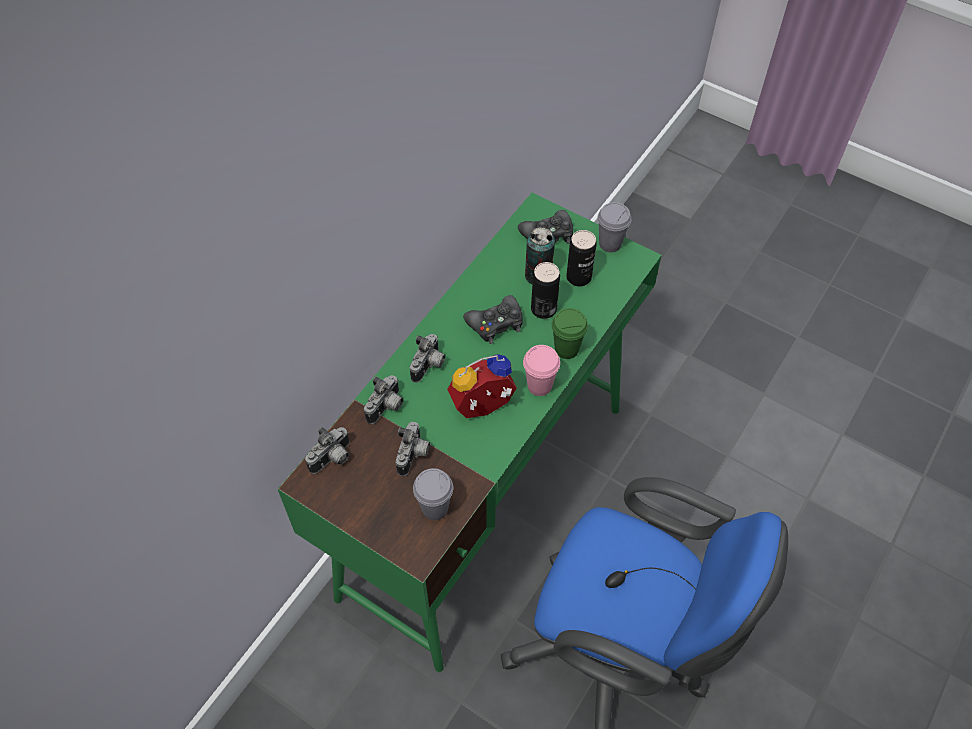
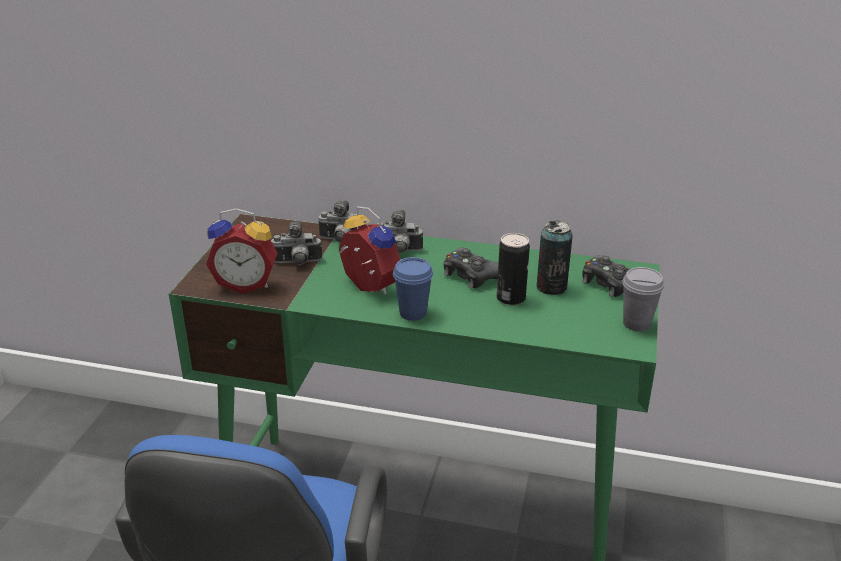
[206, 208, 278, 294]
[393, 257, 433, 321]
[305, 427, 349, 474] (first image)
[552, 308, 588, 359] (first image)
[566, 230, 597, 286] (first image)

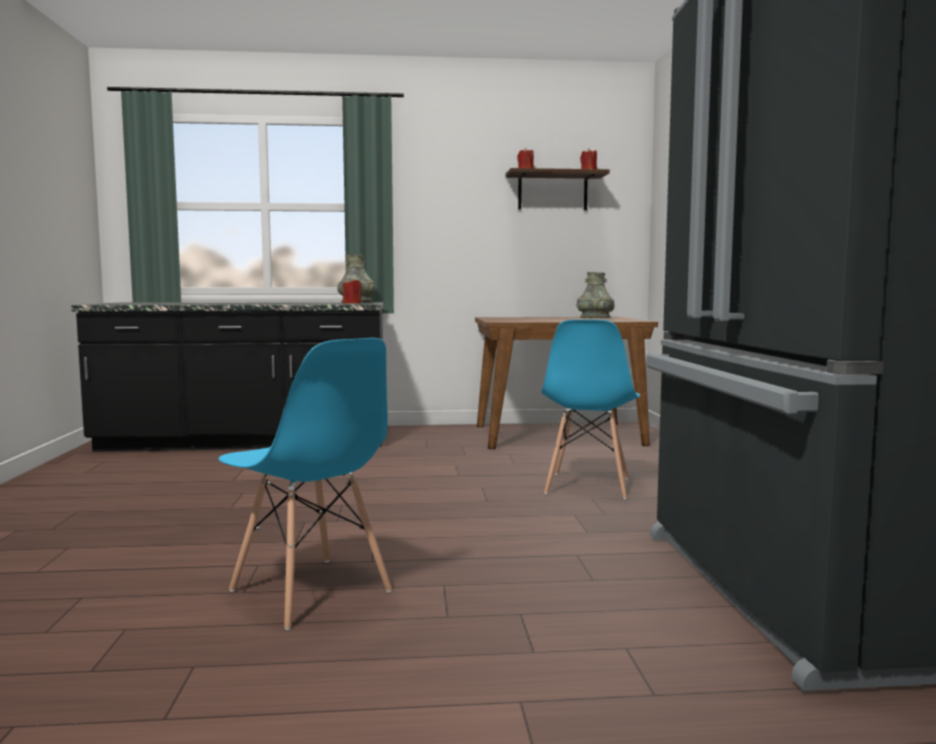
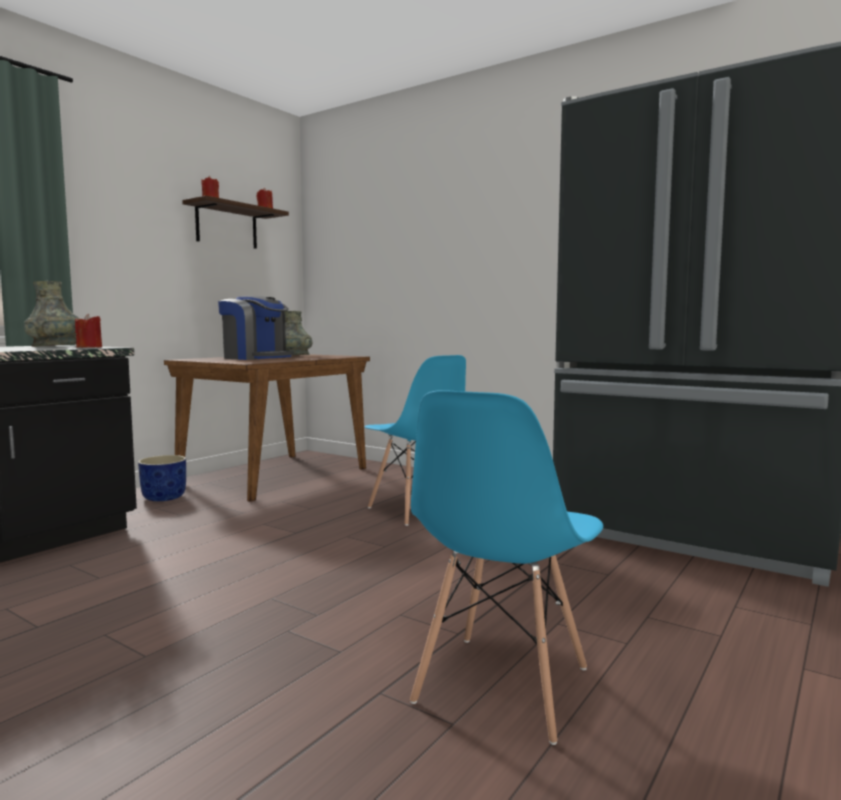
[138, 455, 186, 501]
[218, 295, 294, 360]
[410, 390, 604, 745]

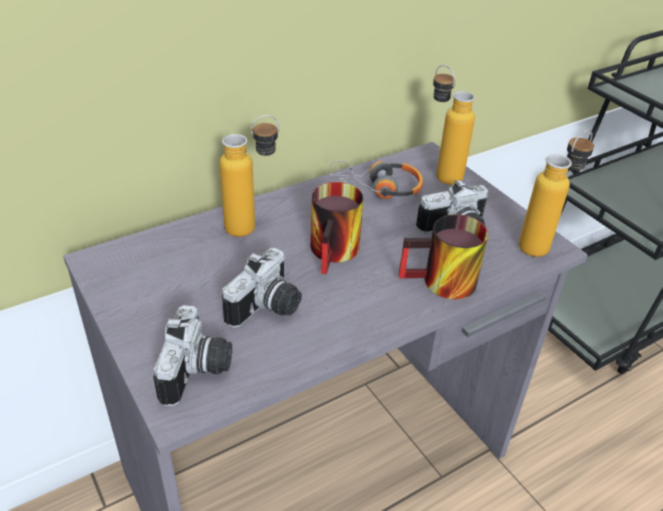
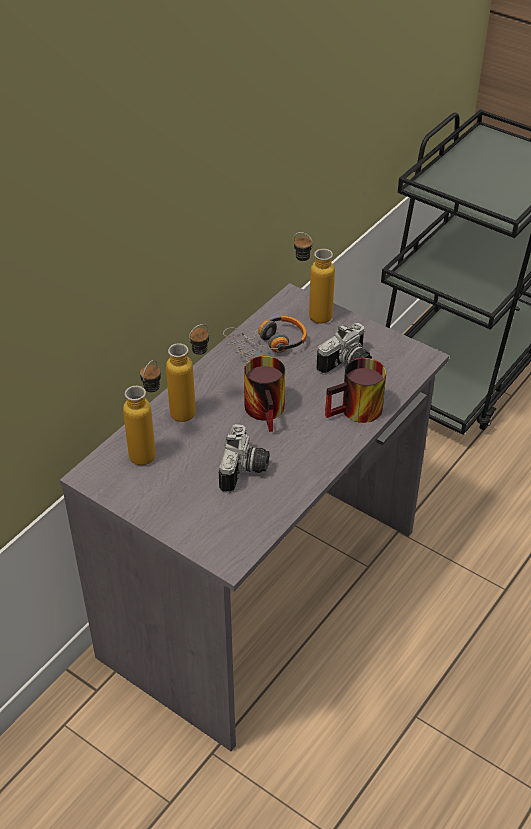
[123, 360, 161, 465]
[153, 305, 232, 407] (first image)

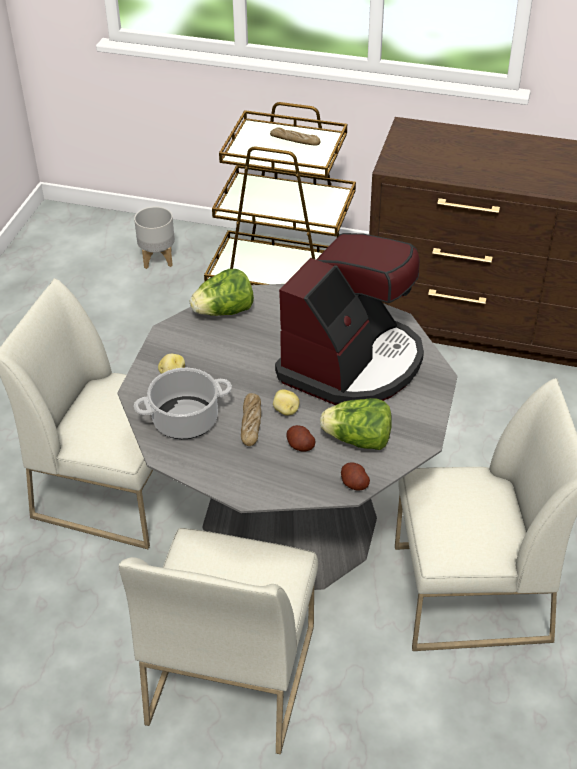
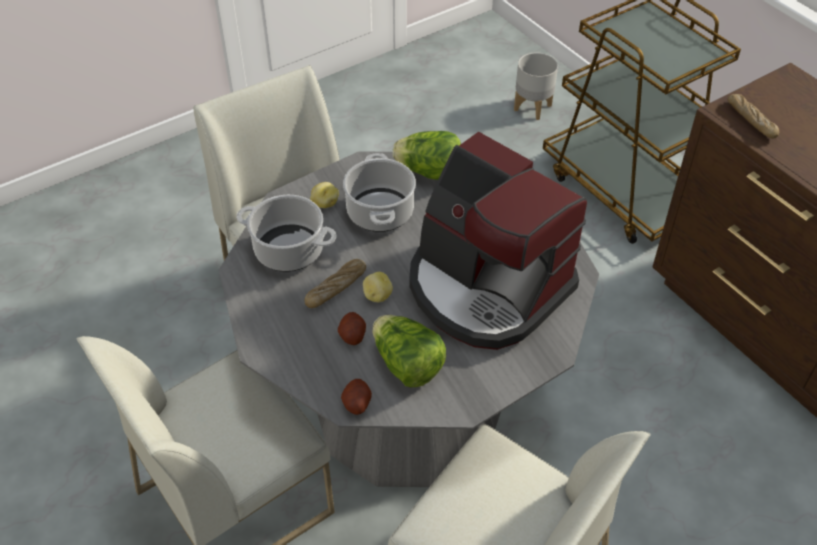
[343, 153, 416, 232]
[409, 132, 587, 350]
[728, 94, 779, 139]

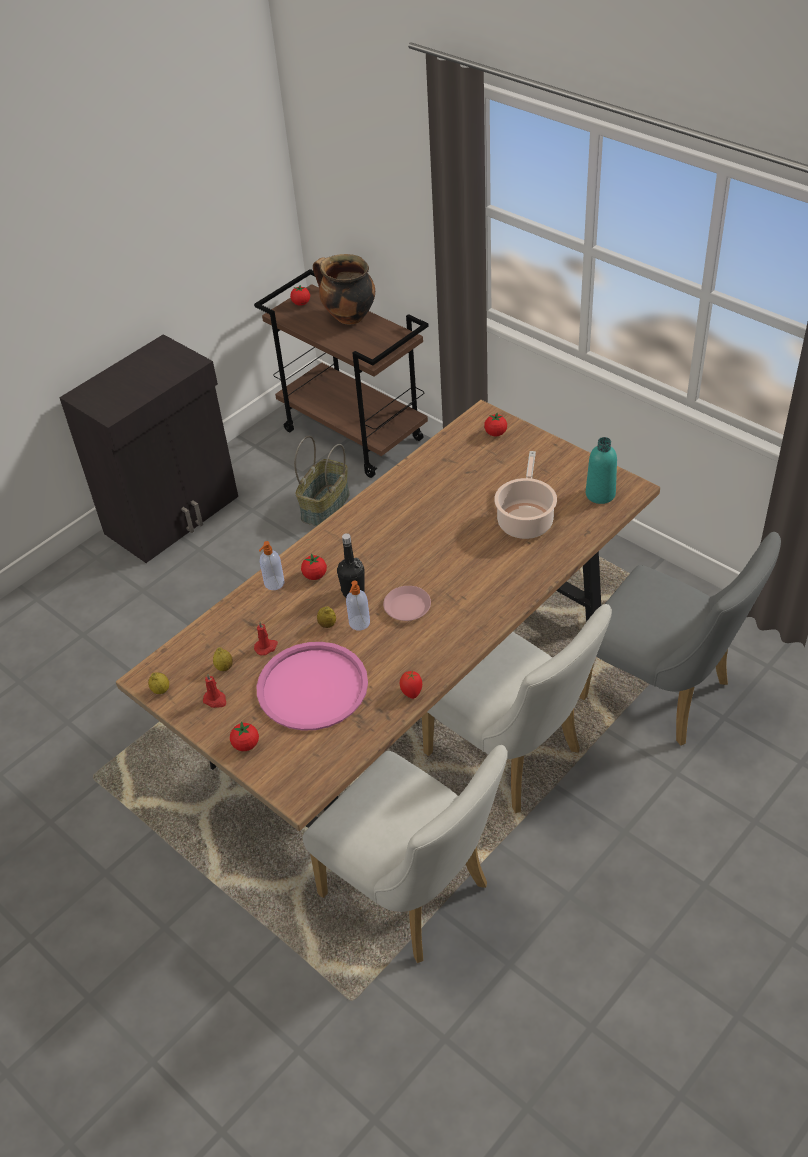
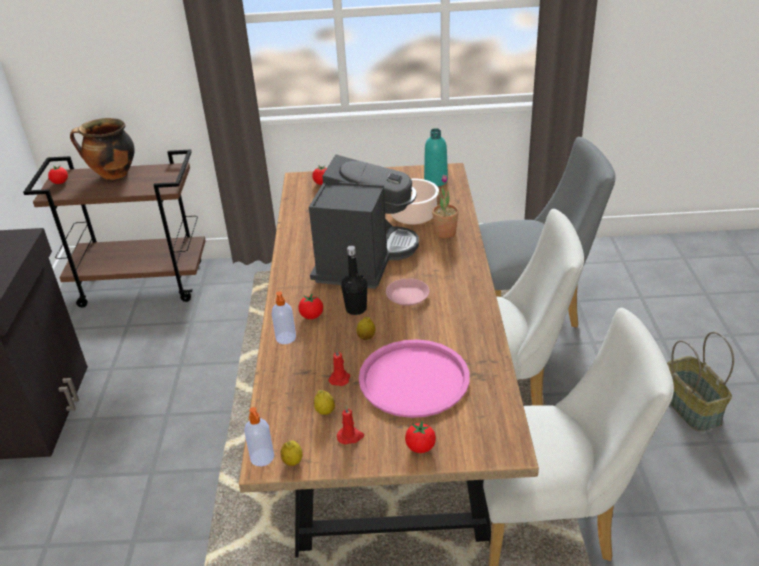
[244, 407, 274, 466]
[309, 155, 419, 289]
[432, 174, 459, 238]
[667, 332, 734, 432]
[400, 671, 422, 699] (first image)

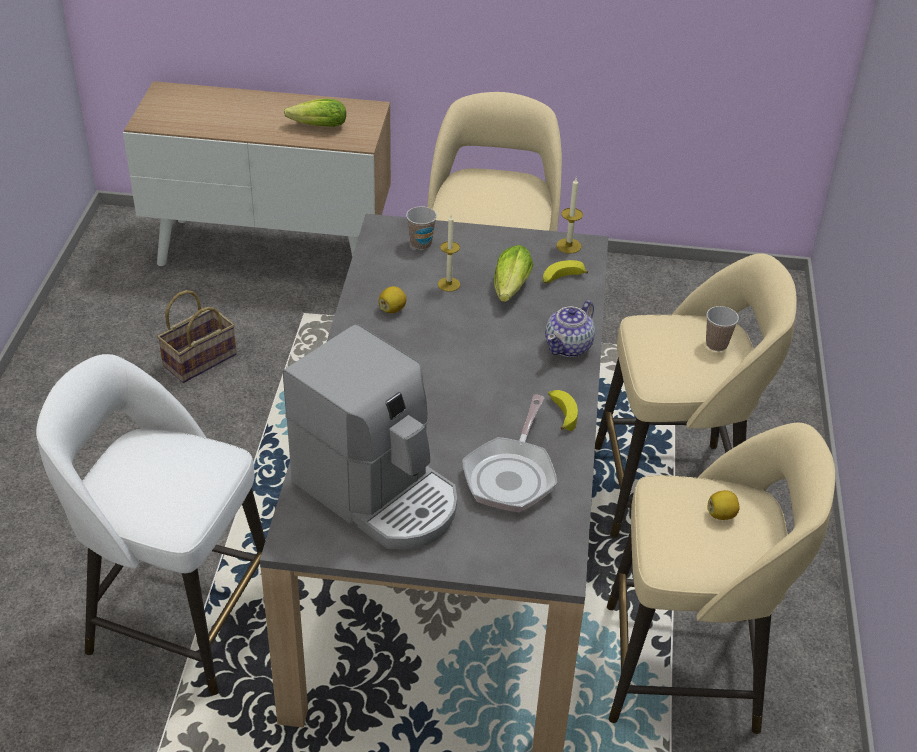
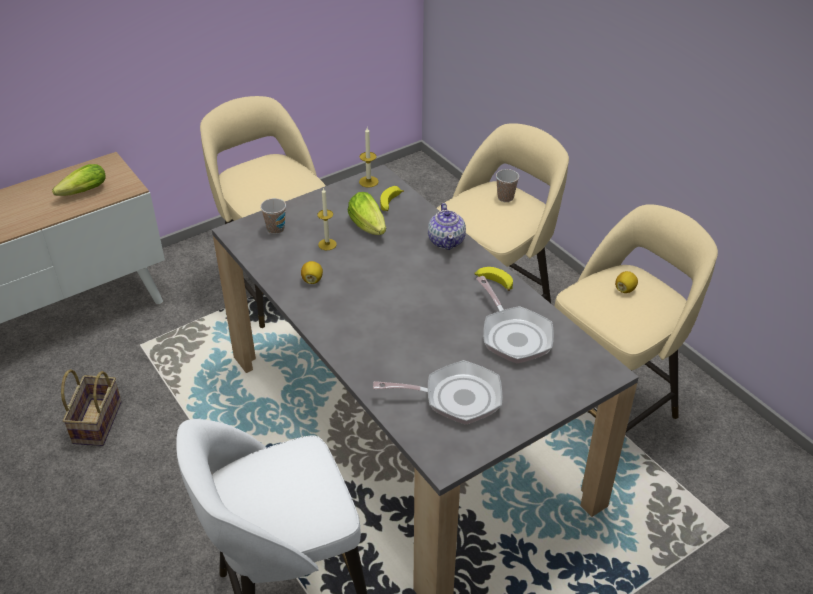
[373, 360, 503, 425]

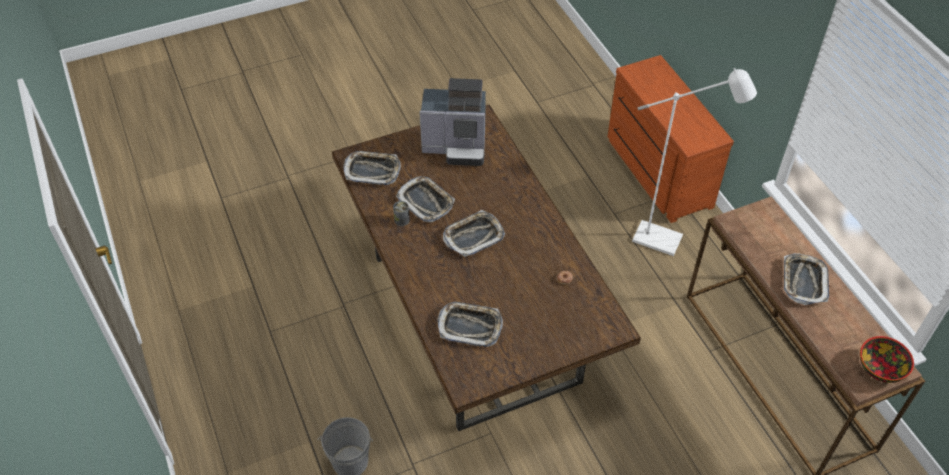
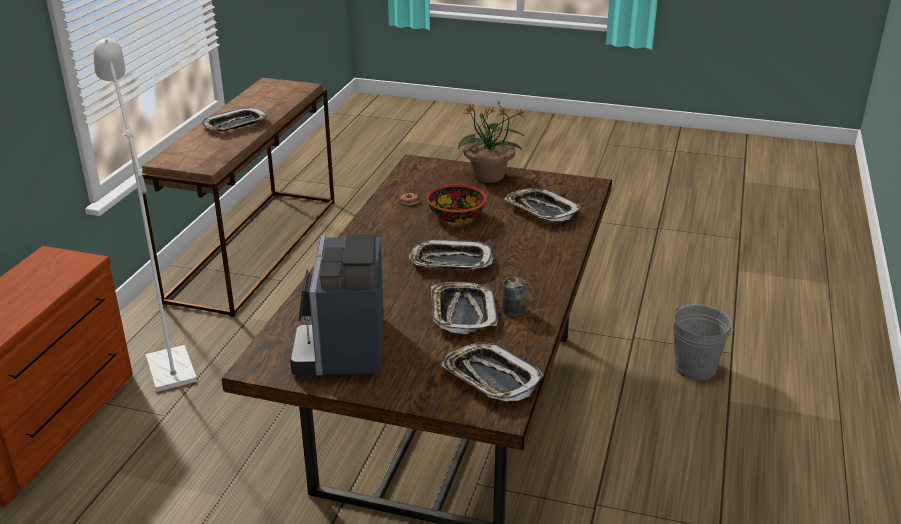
[290, 234, 384, 376]
[427, 184, 486, 223]
[458, 101, 526, 183]

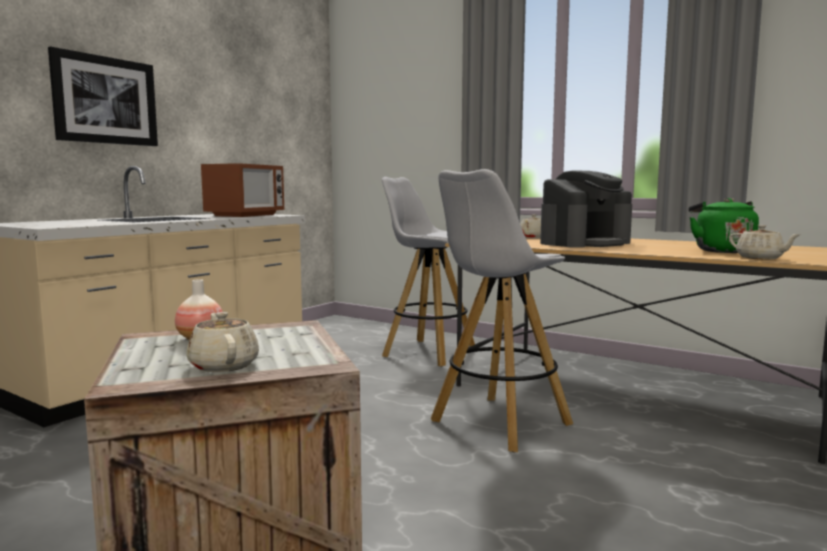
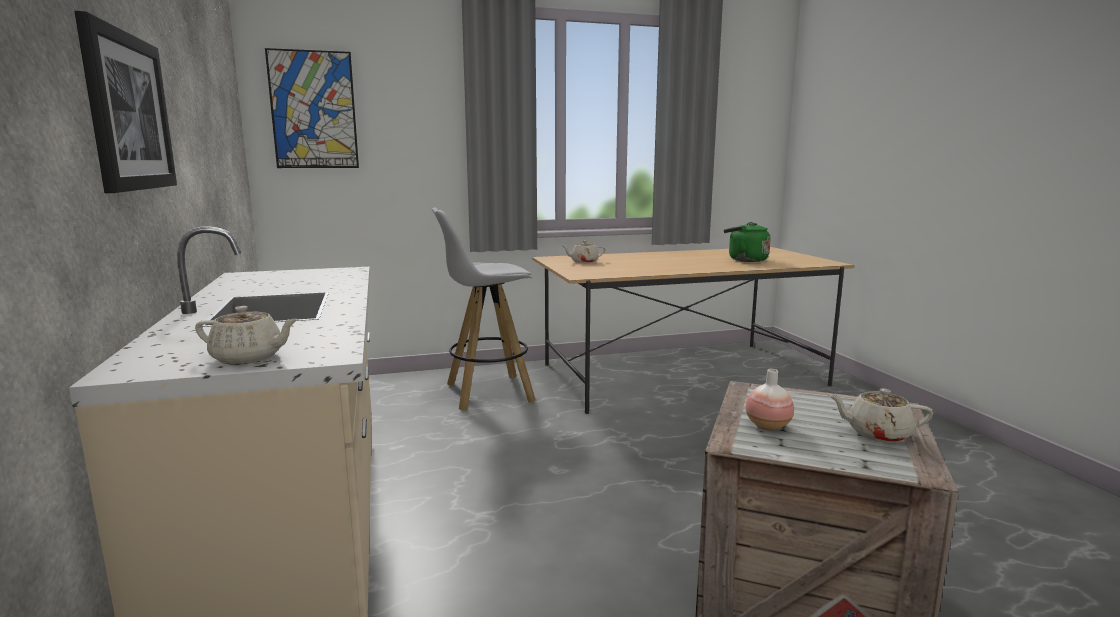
[195, 306, 298, 365]
[265, 48, 359, 168]
[201, 163, 284, 217] (first image)
[431, 169, 573, 452] (first image)
[540, 170, 632, 248] (first image)

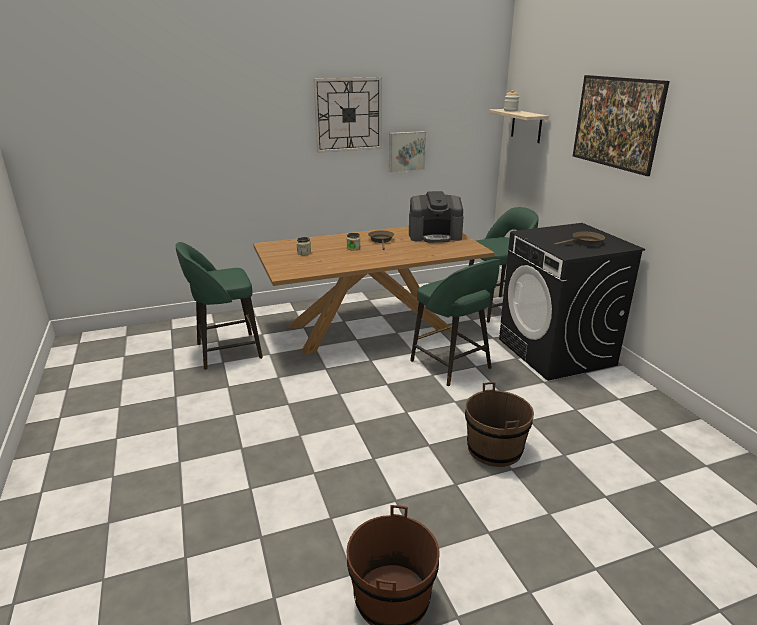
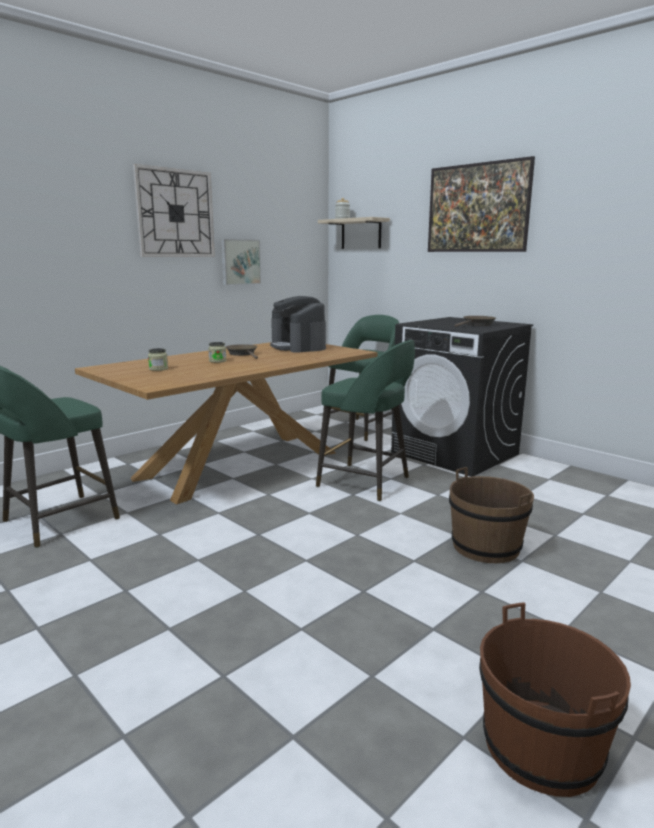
[270, 296, 326, 353]

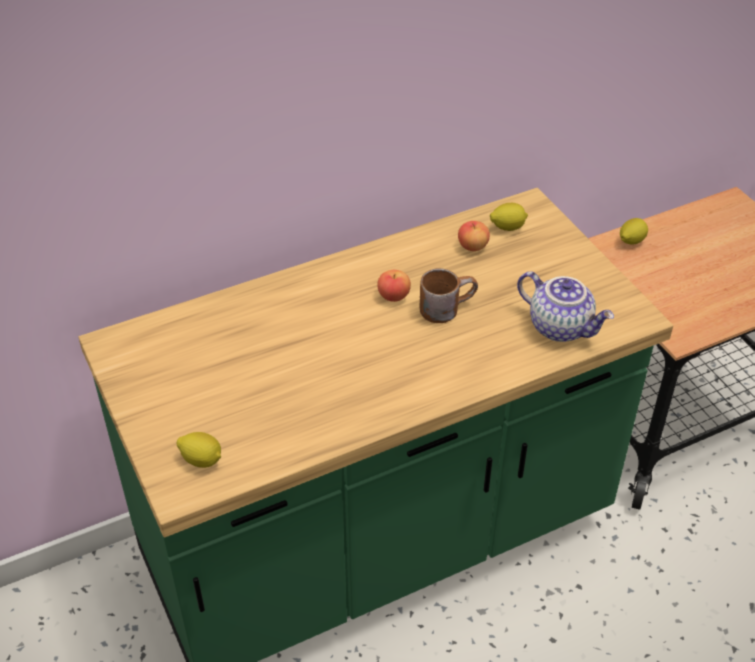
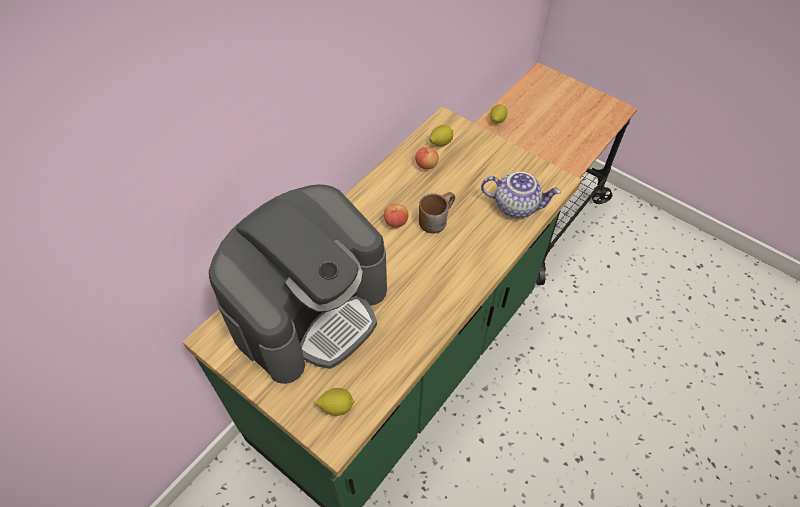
[209, 184, 387, 384]

